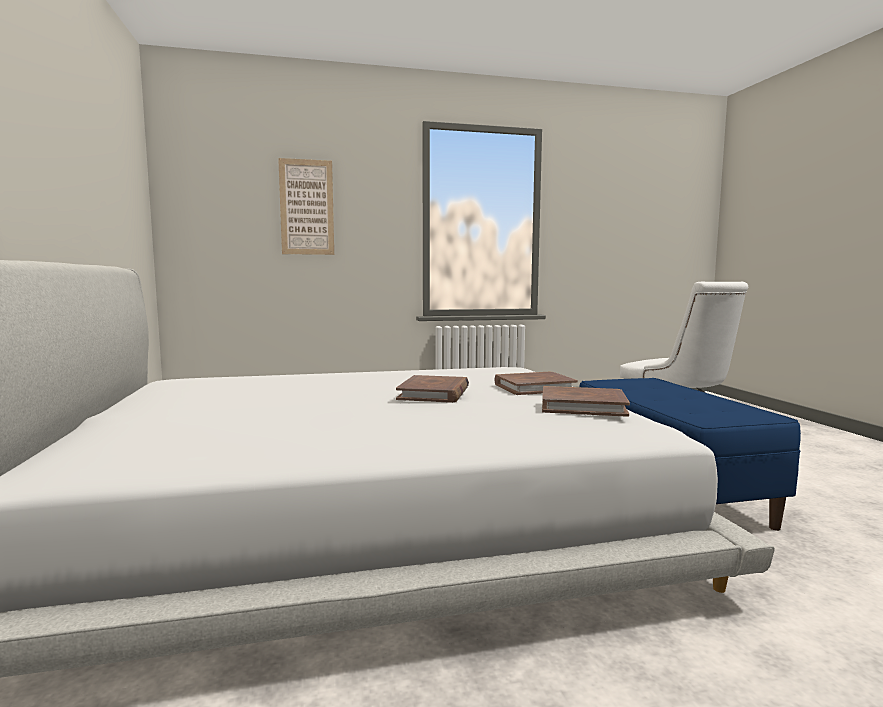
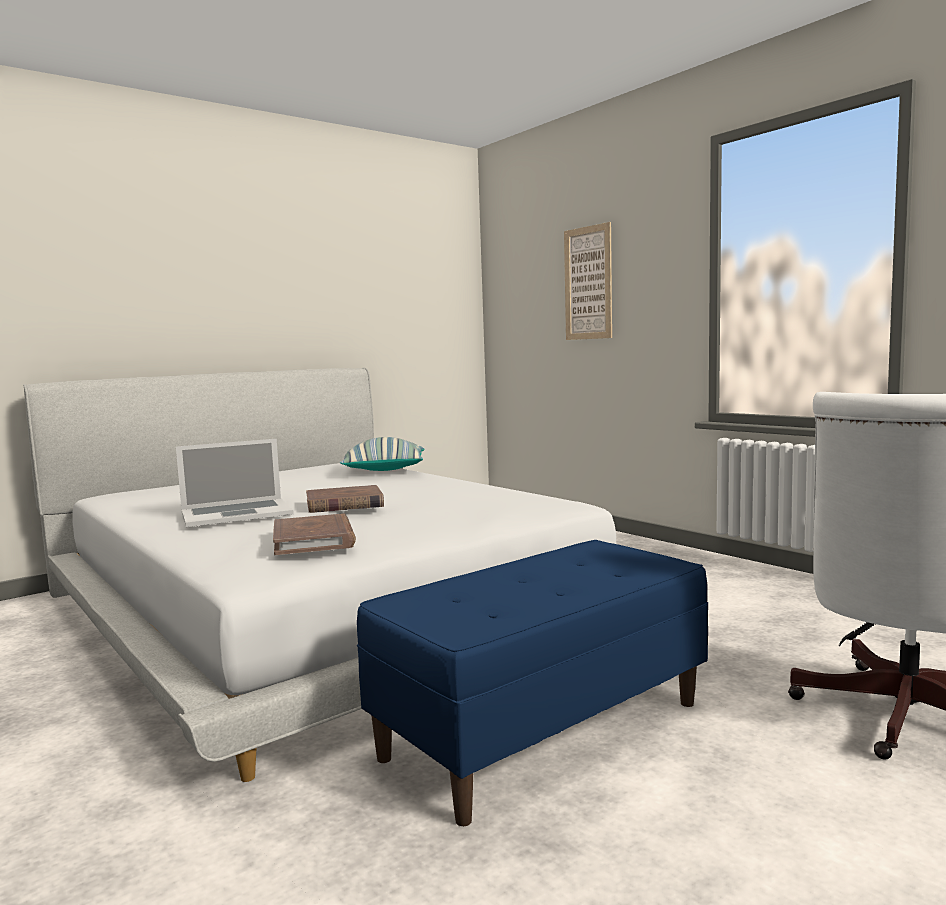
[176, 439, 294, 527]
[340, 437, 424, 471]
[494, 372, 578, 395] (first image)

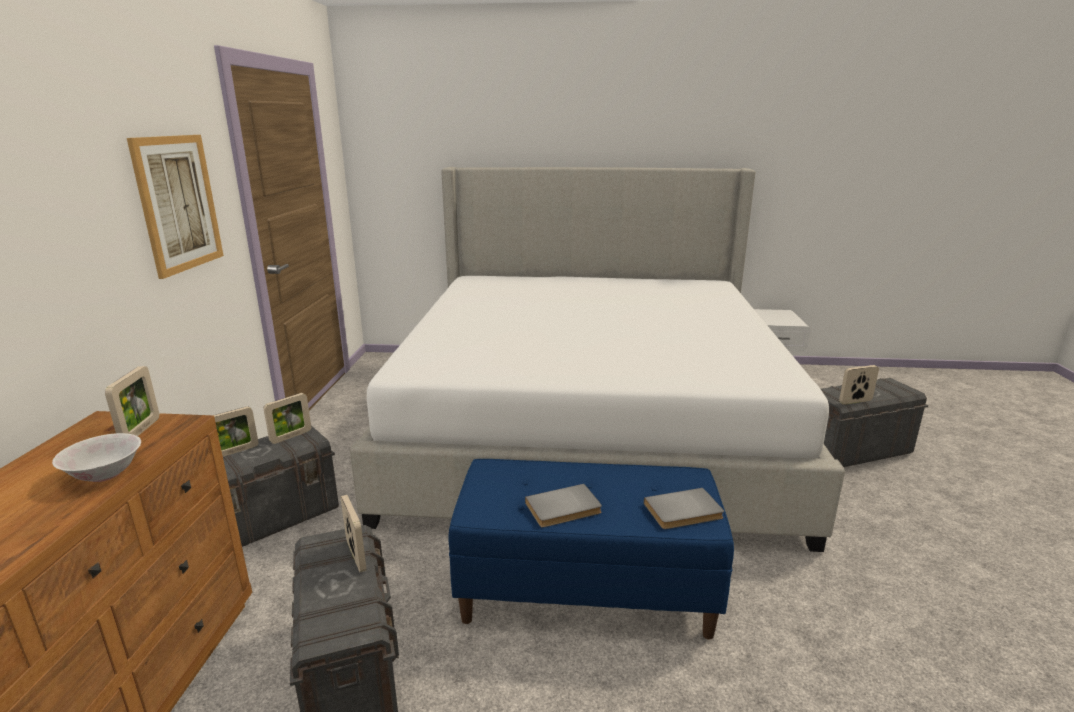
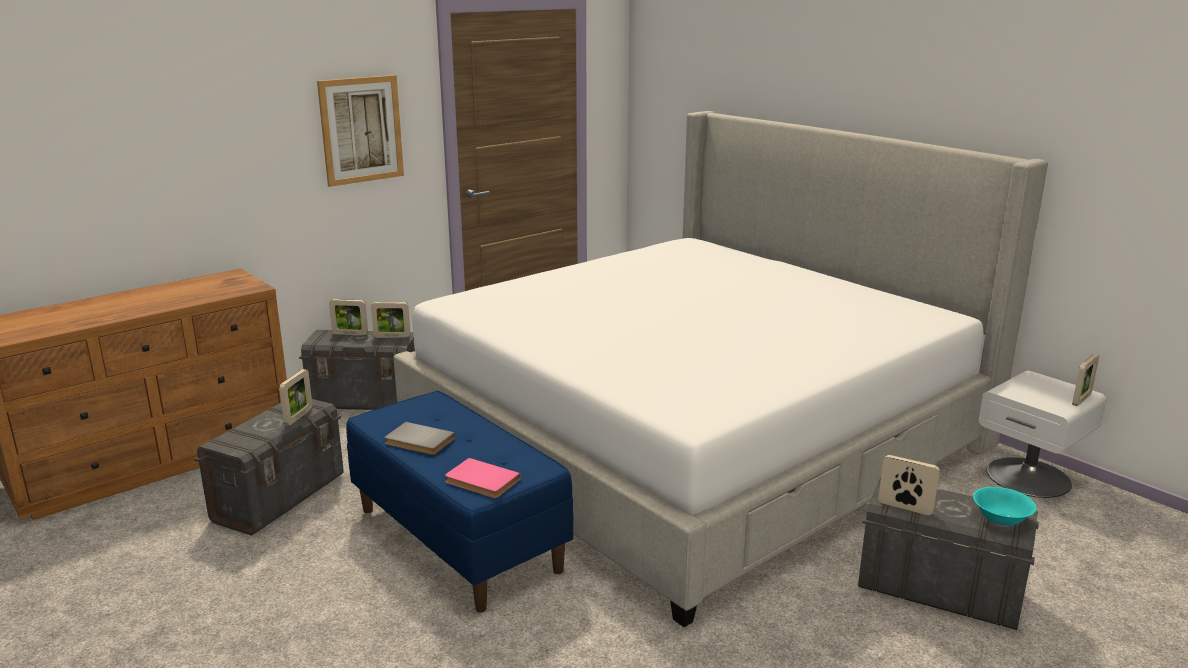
[445, 458, 521, 498]
[973, 487, 1037, 526]
[1072, 354, 1099, 406]
[52, 433, 141, 482] (first image)

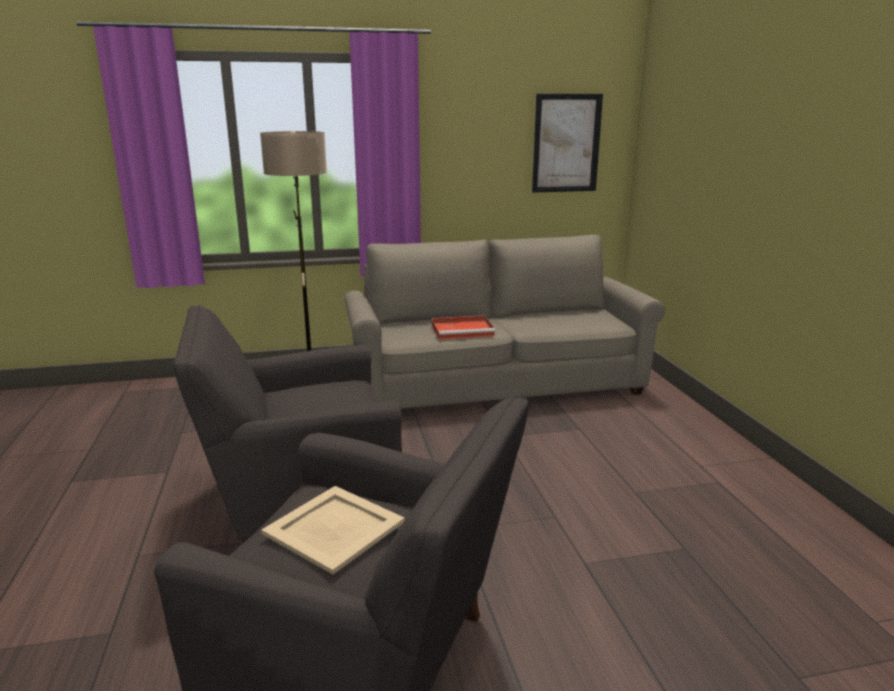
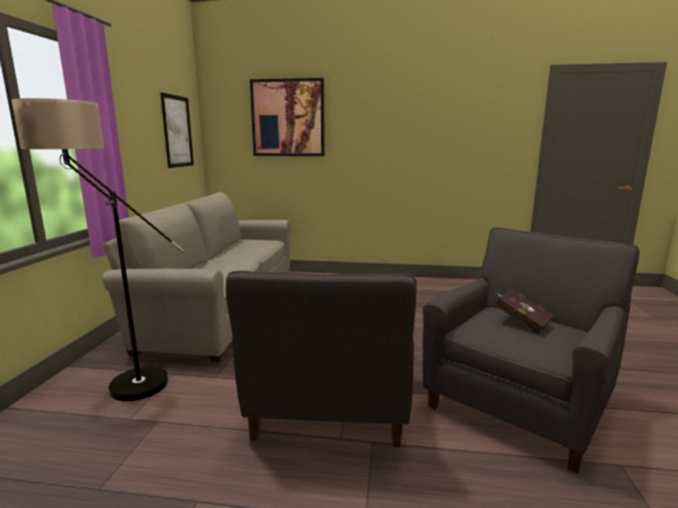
[250, 78, 325, 156]
[495, 289, 554, 334]
[432, 315, 495, 340] (first image)

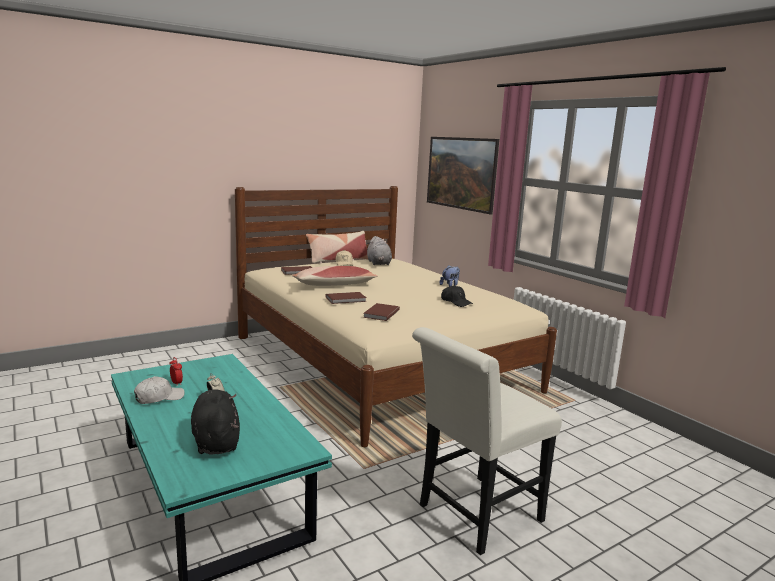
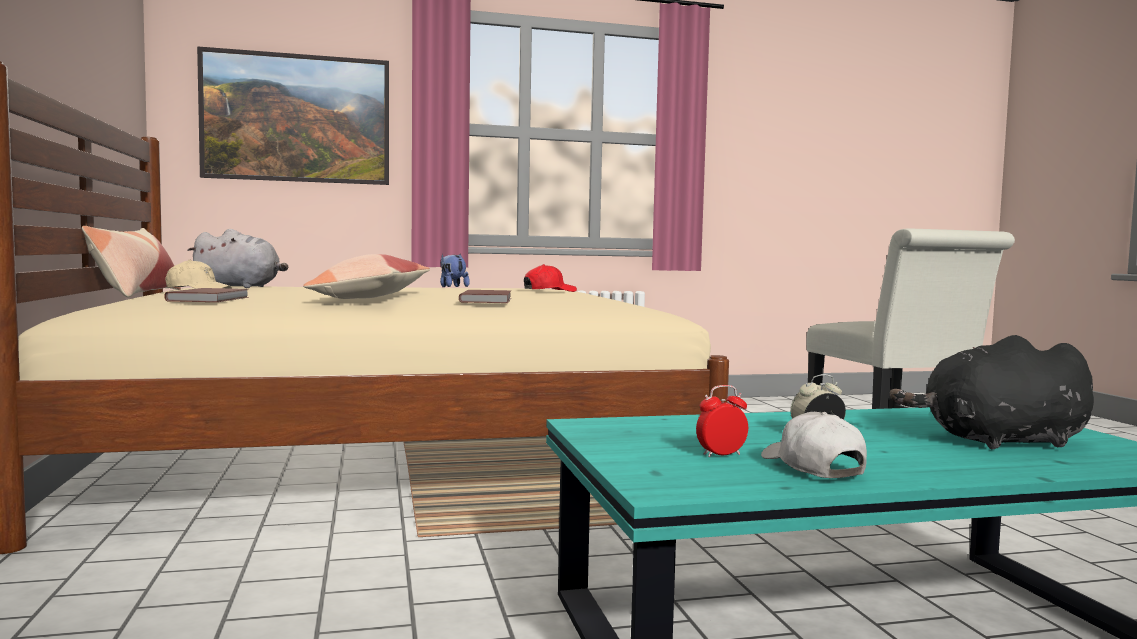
[524, 264, 577, 292]
[363, 303, 400, 321] (first image)

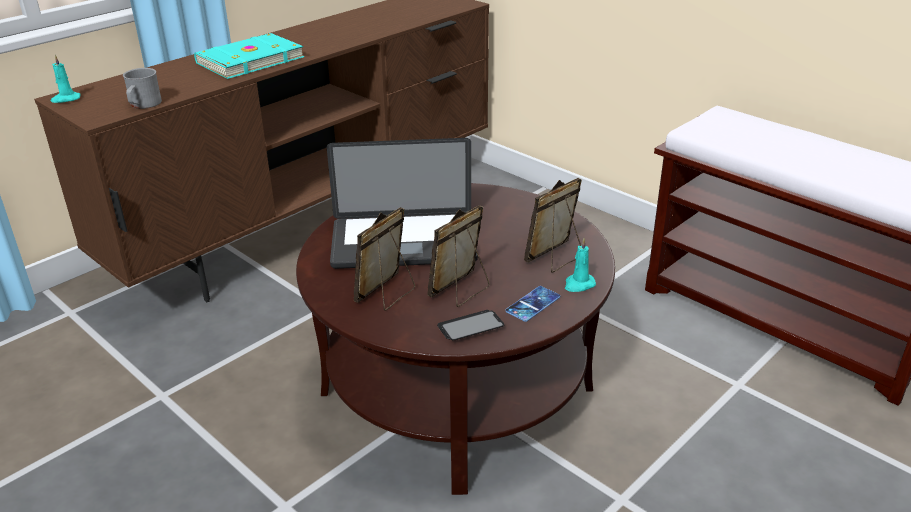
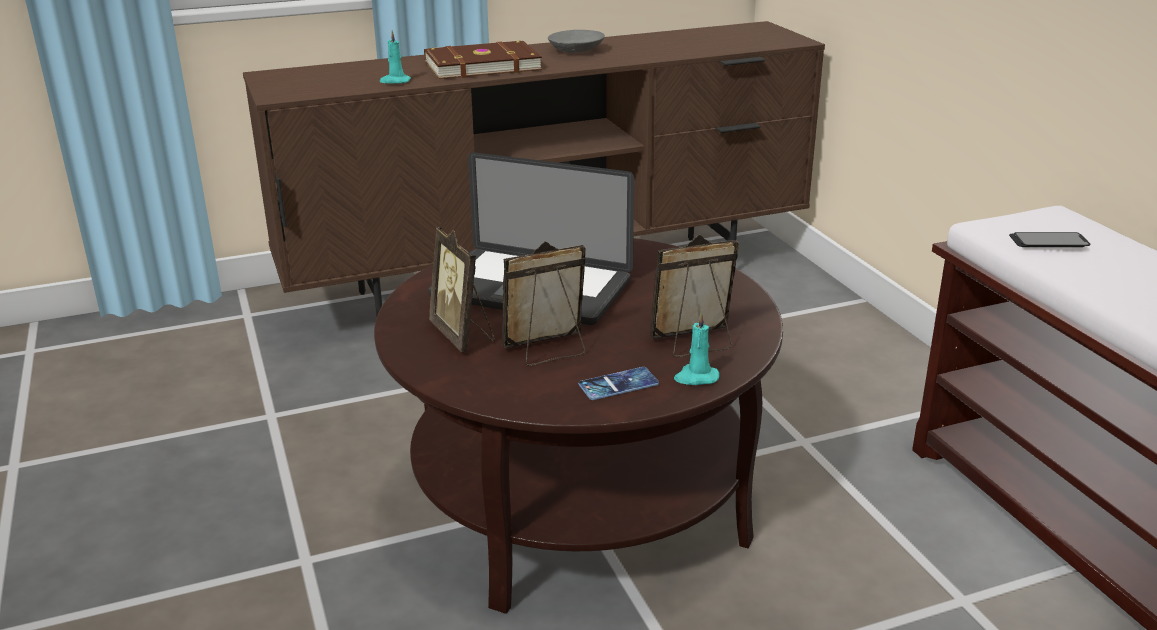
[380, 30, 411, 84]
[424, 41, 542, 79]
[429, 227, 495, 352]
[548, 30, 605, 53]
[1009, 232, 1091, 247]
[123, 68, 162, 109] (first image)

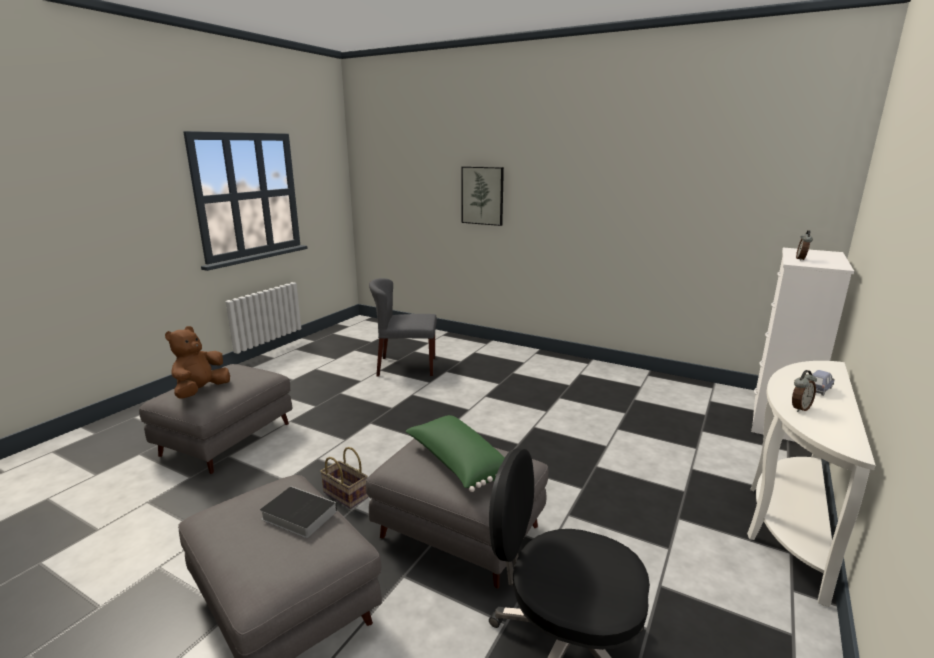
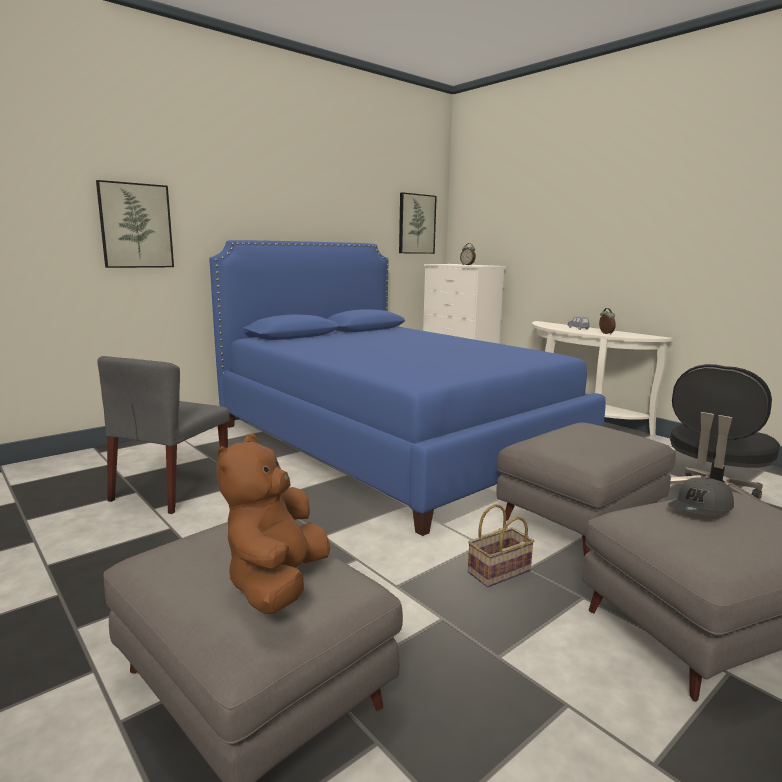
[209, 240, 606, 536]
[217, 434, 330, 614]
[399, 192, 437, 254]
[668, 477, 734, 516]
[406, 415, 505, 492] (first image)

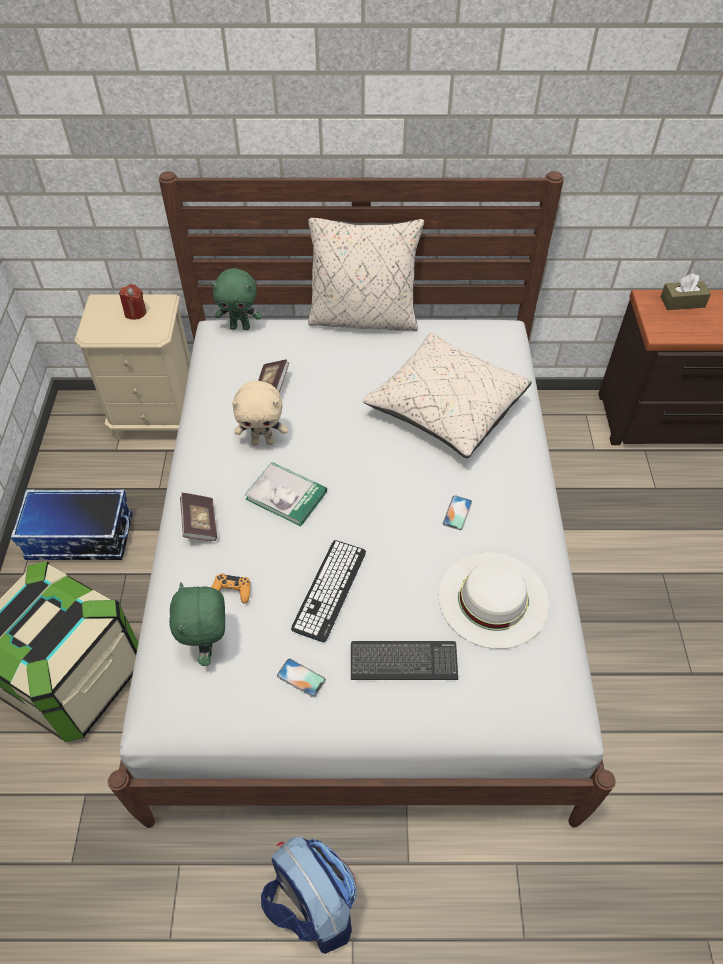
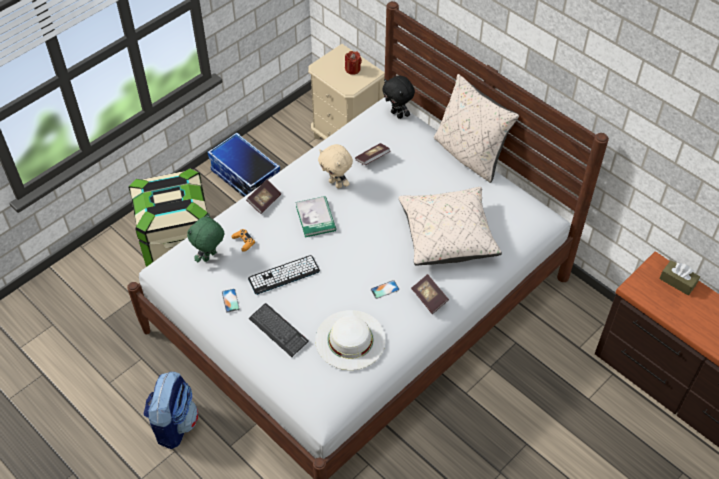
[382, 76, 415, 119]
[411, 274, 449, 314]

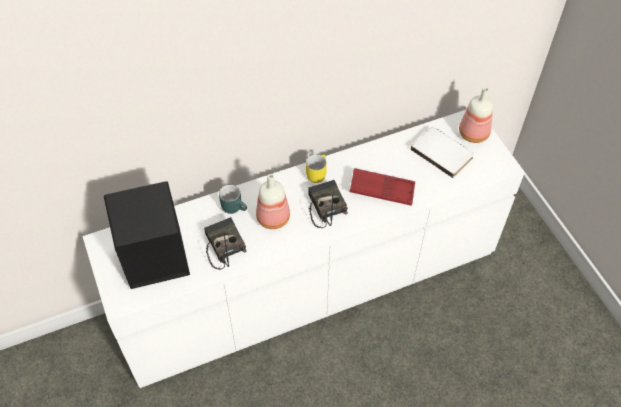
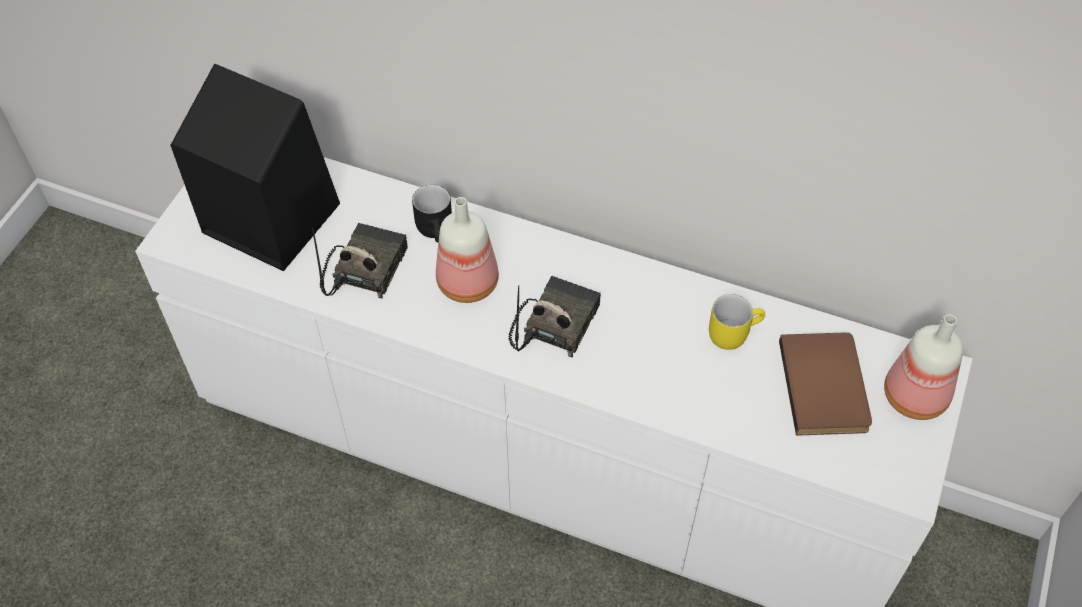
[412, 185, 452, 242]
[709, 294, 765, 350]
[779, 332, 872, 435]
[350, 168, 415, 206] (first image)

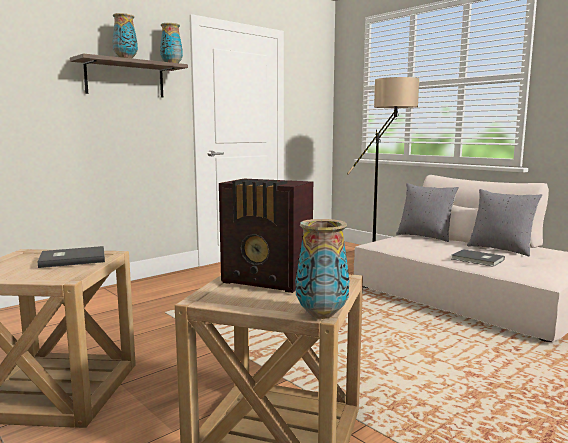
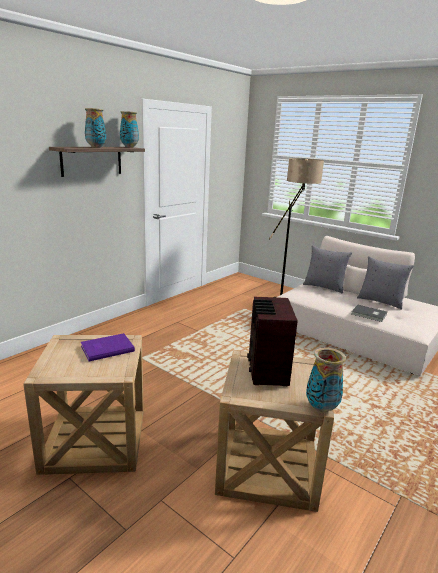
[81, 333, 135, 362]
[247, 297, 298, 386]

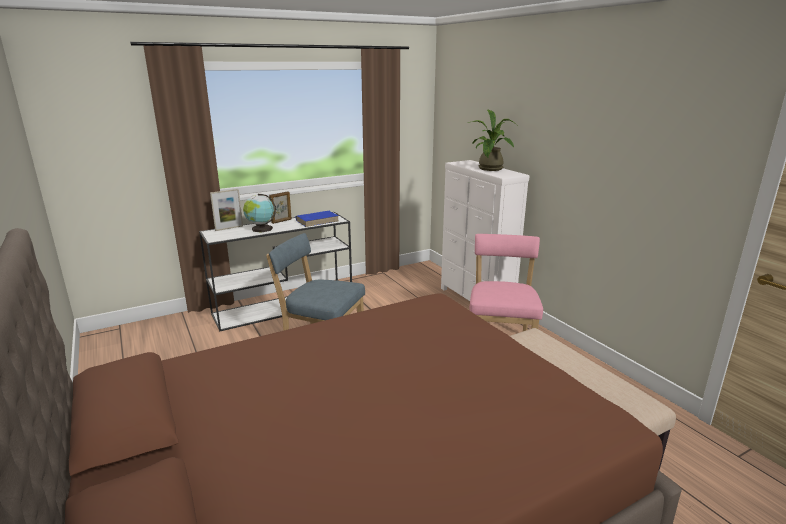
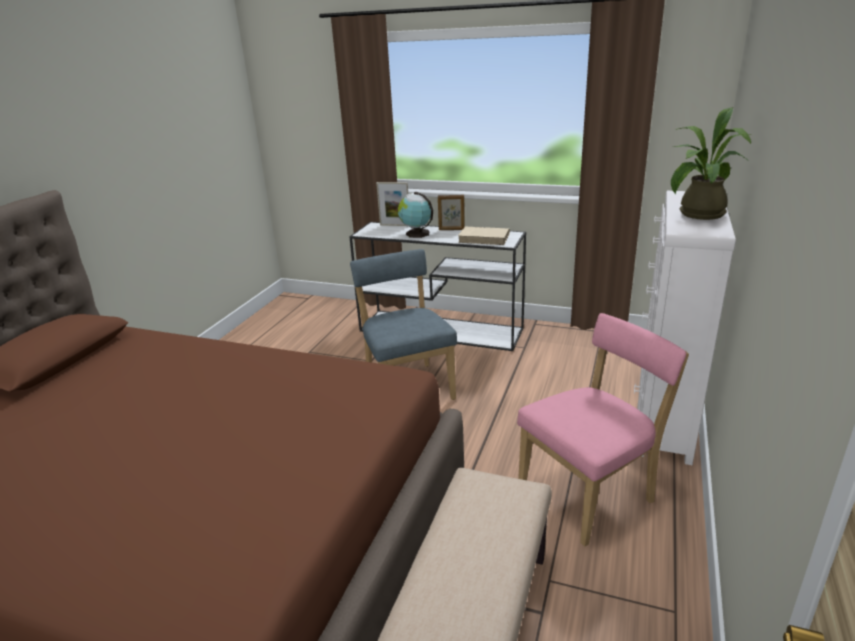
[458, 227, 510, 245]

